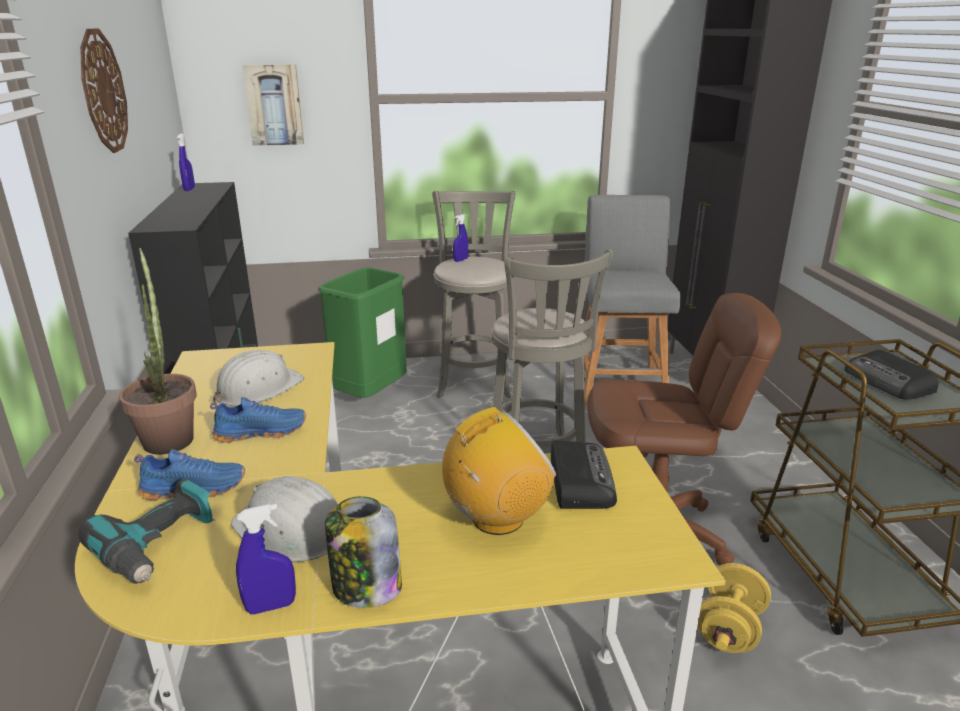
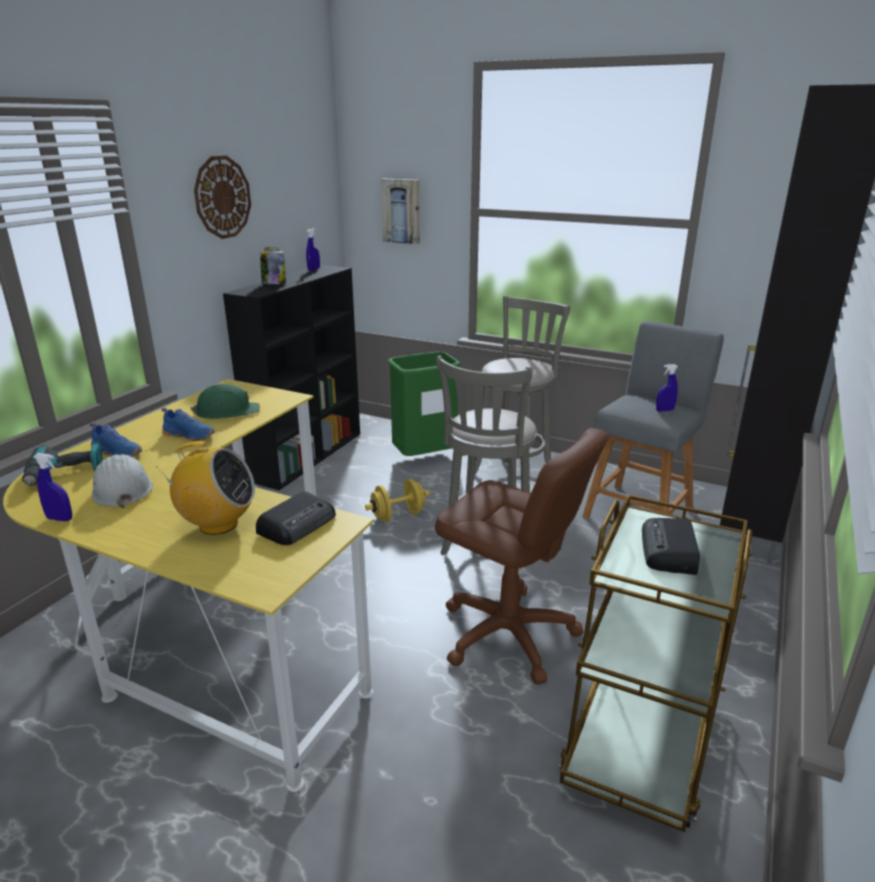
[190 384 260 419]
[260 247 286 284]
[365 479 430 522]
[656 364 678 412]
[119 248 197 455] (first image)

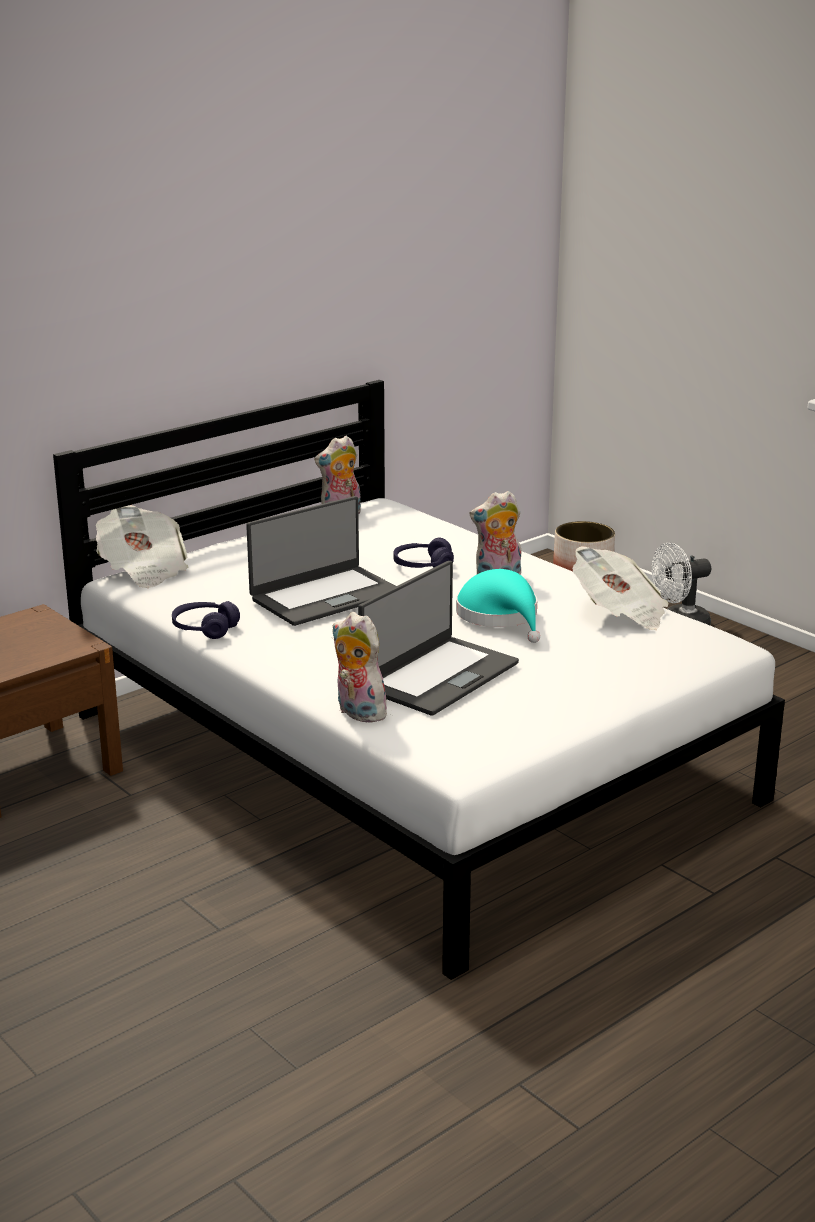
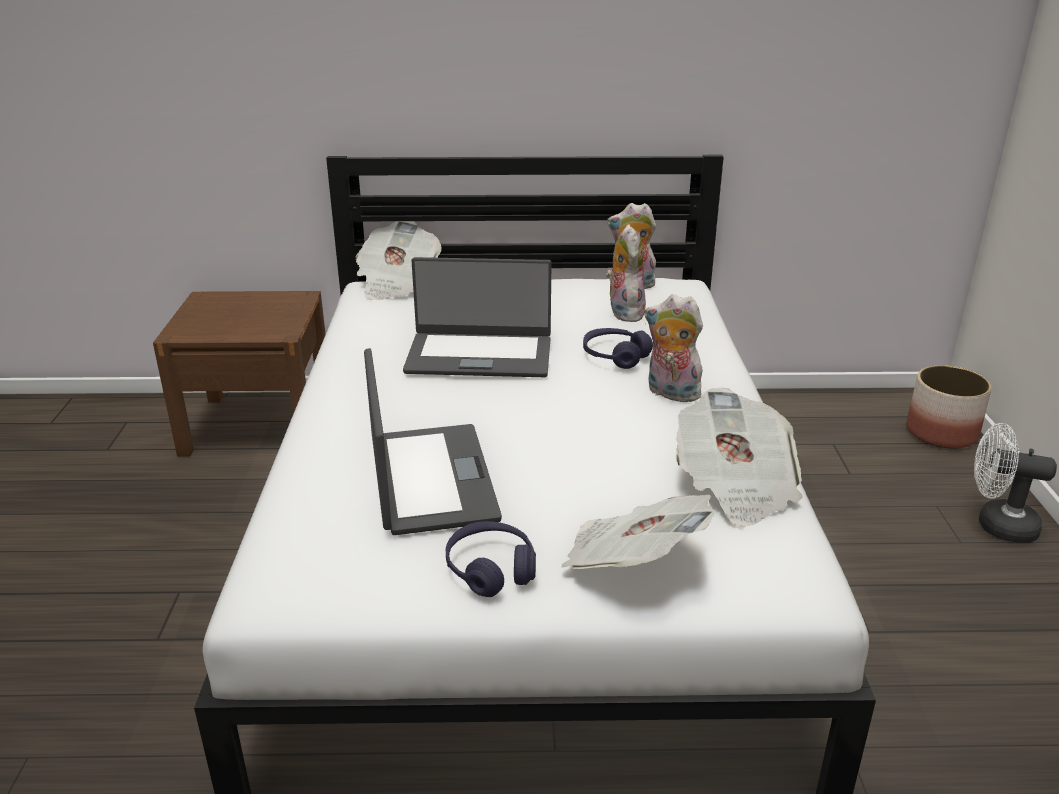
[364 348 502 535]
[446 521 536 597]
[561 495 714 569]
[606 224 646 322]
[456 569 540 643] (first image)

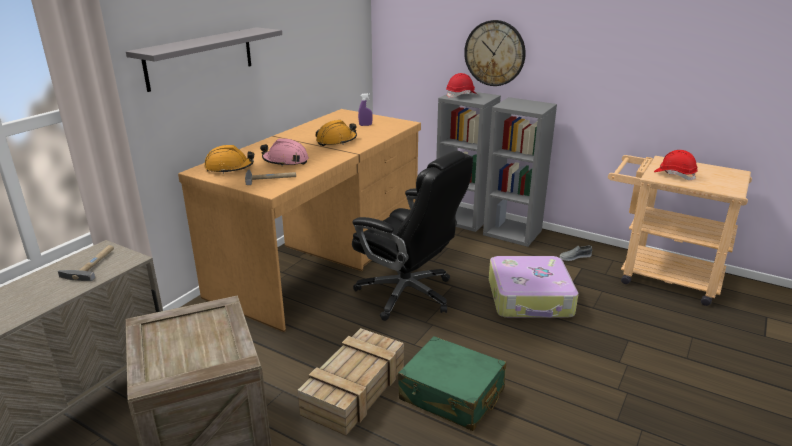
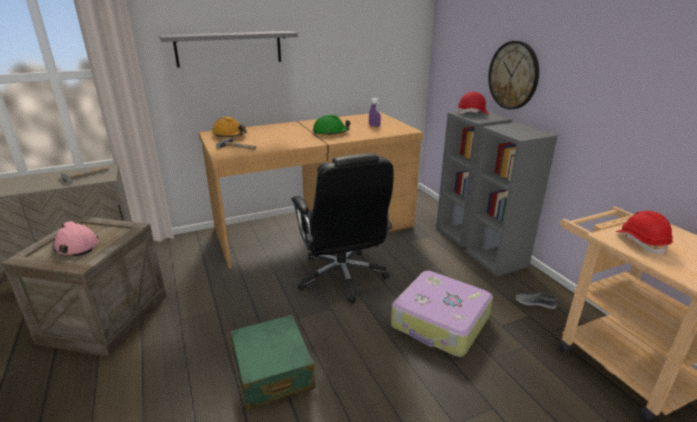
[53 221 98 256]
[313 115 351 136]
[298 328 404 436] (first image)

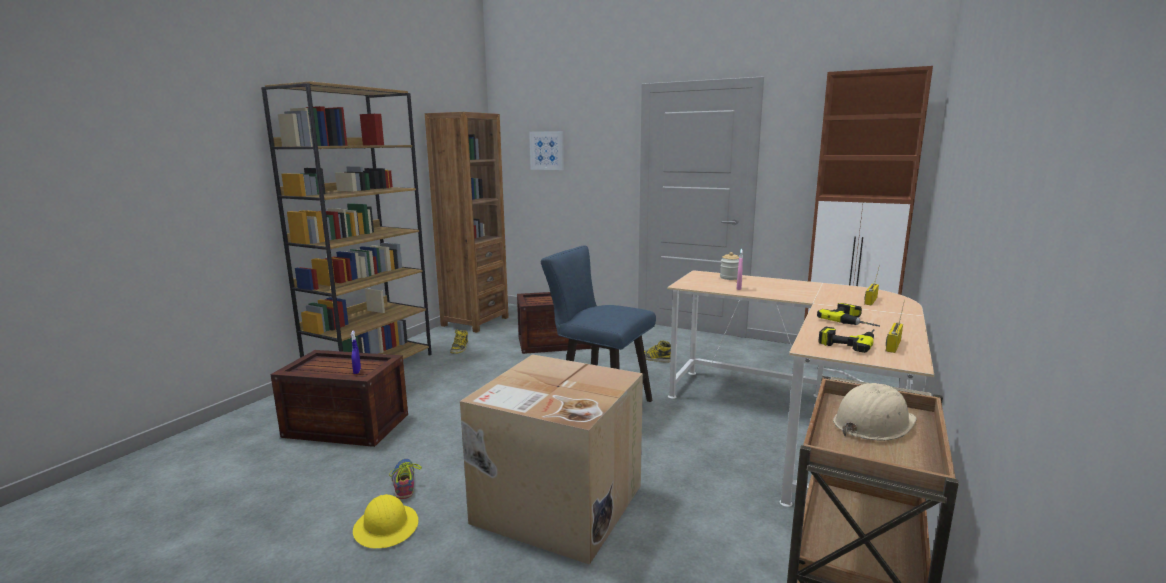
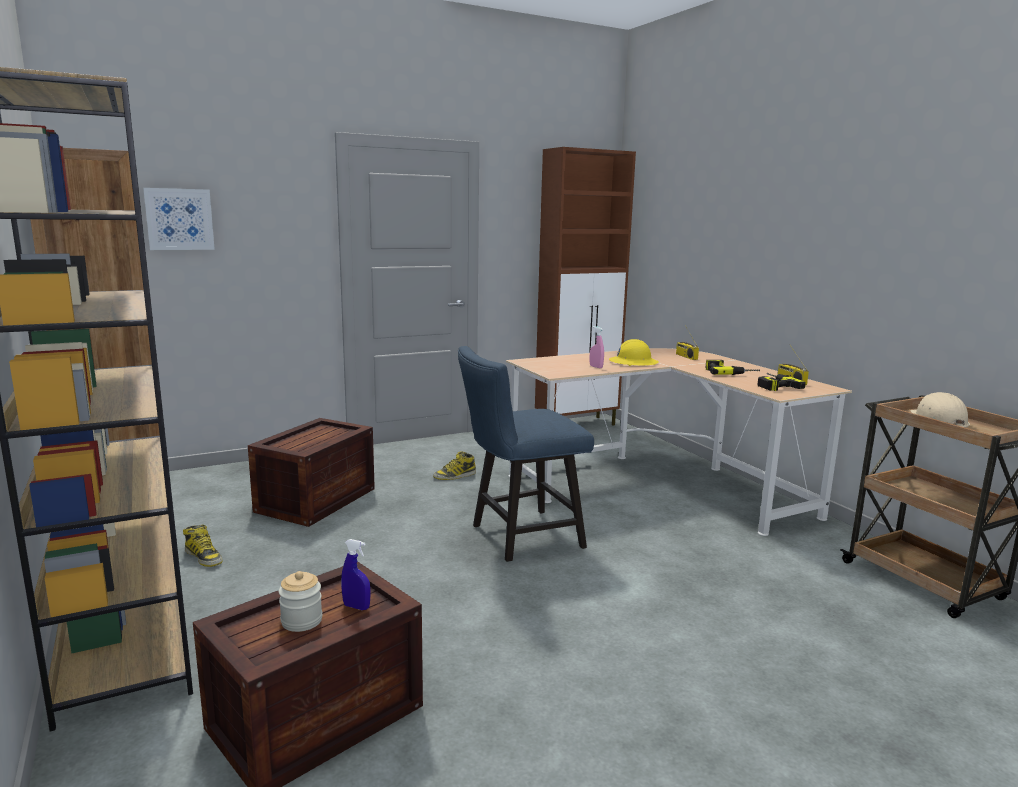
[279 571 322 632]
[609 339 659 366]
[389 459 422 499] (first image)
[460 354 643 565] (first image)

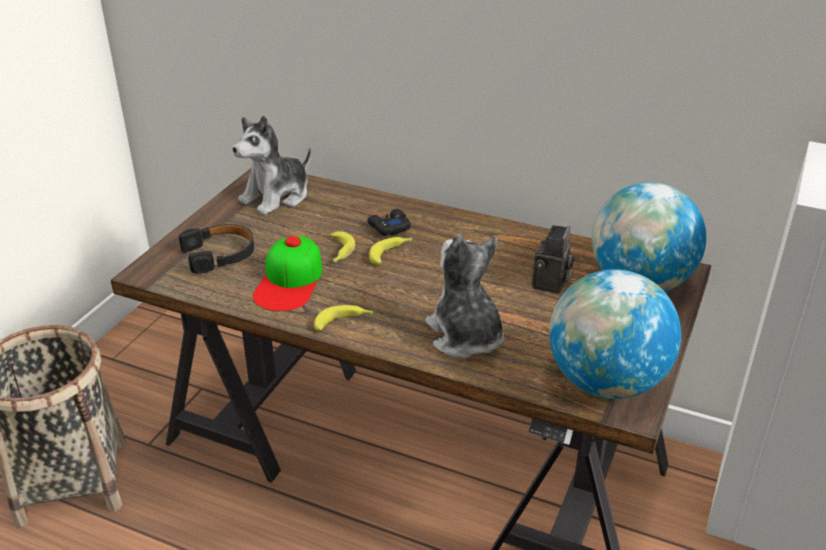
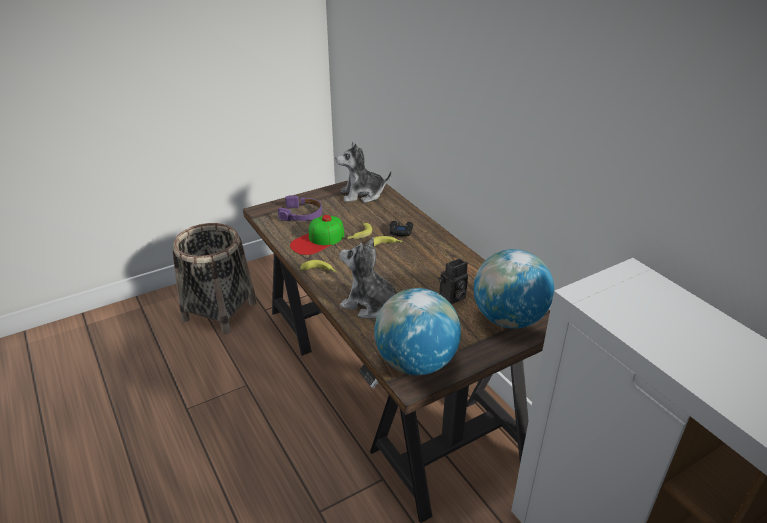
[278 195 322 221]
[340 237 397 319]

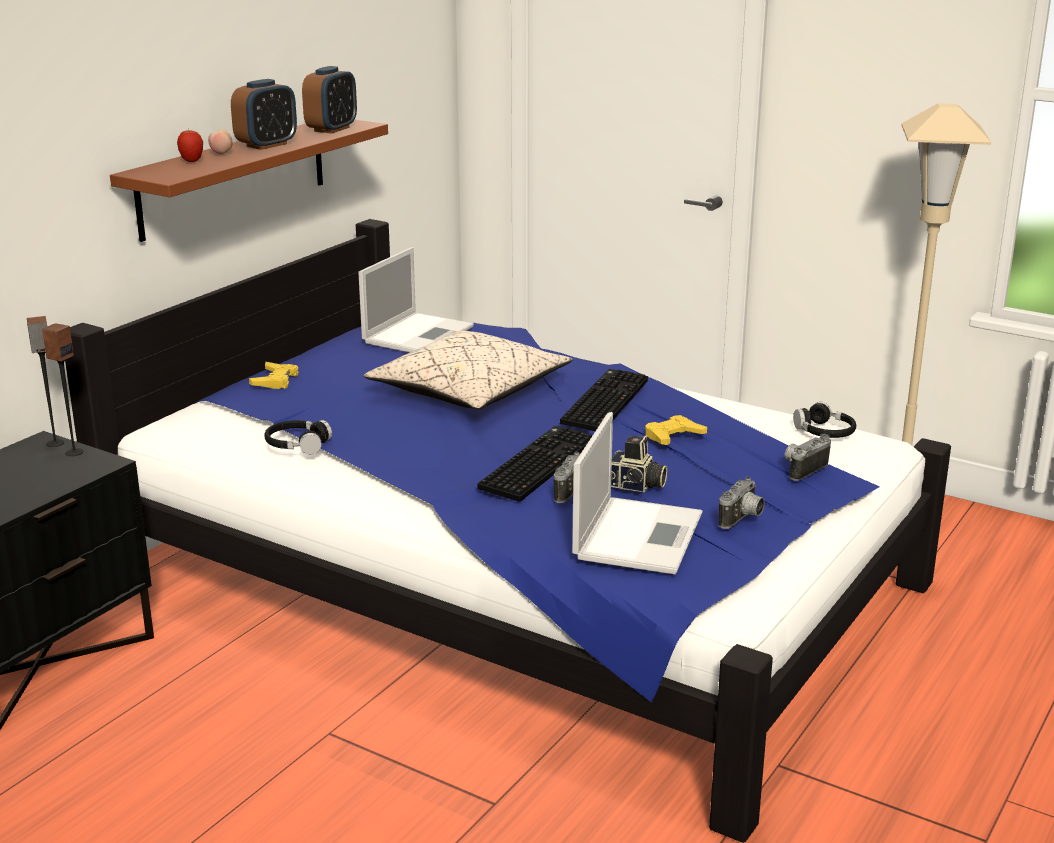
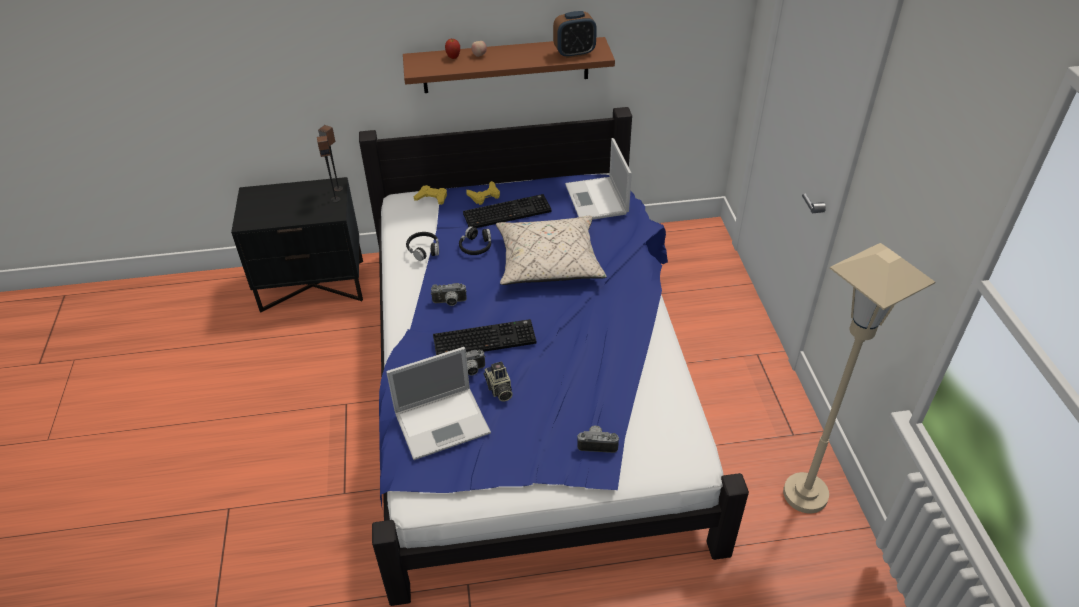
[414 185 447 205]
[431 283 467 306]
[459 226 491 255]
[463 194 552 228]
[565 138 632 220]
[231 79 297 150] (first image)

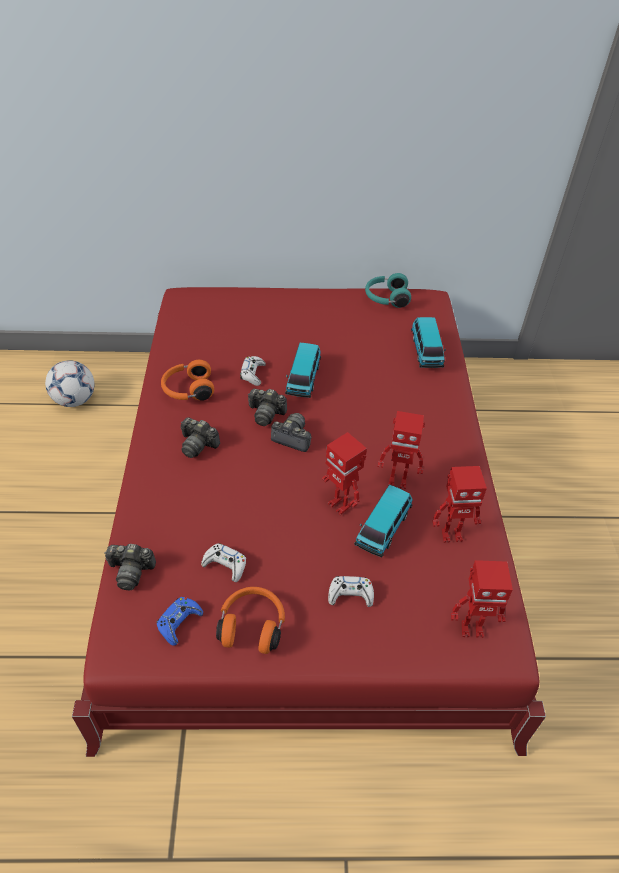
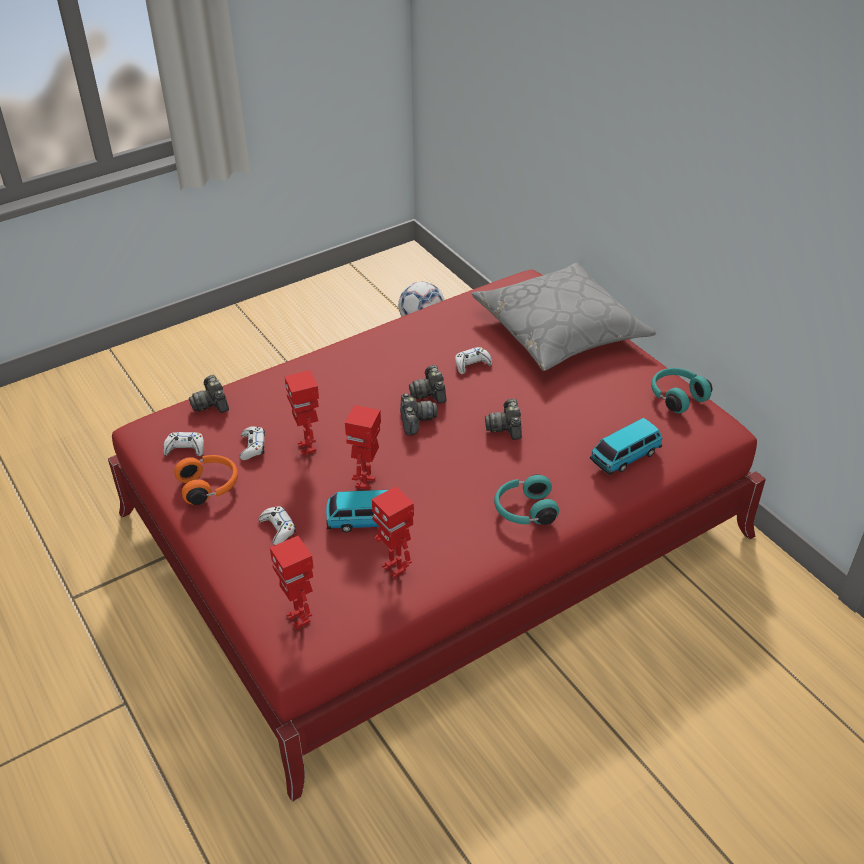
[163 432 204 456]
[284 370 319 455]
[472 263 656 371]
[485 399 522 440]
[494 474 559 525]
[161 360 214 401] (first image)
[285 343 321 398] (first image)

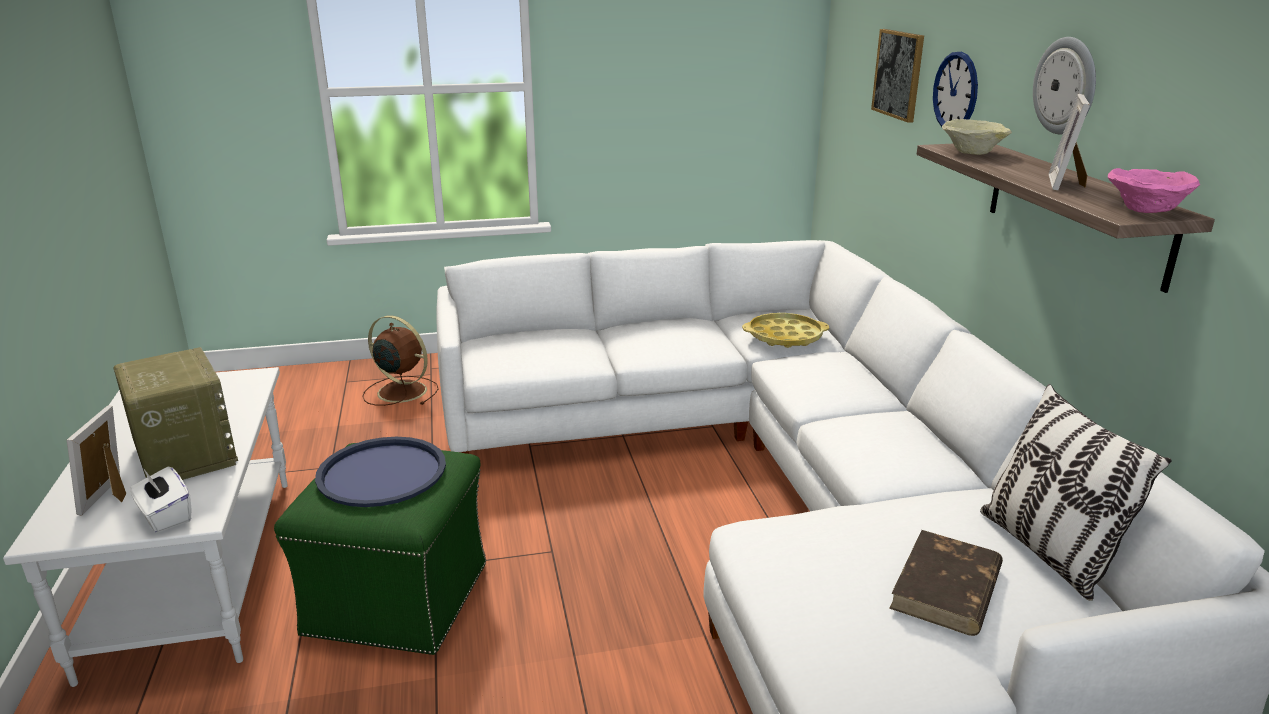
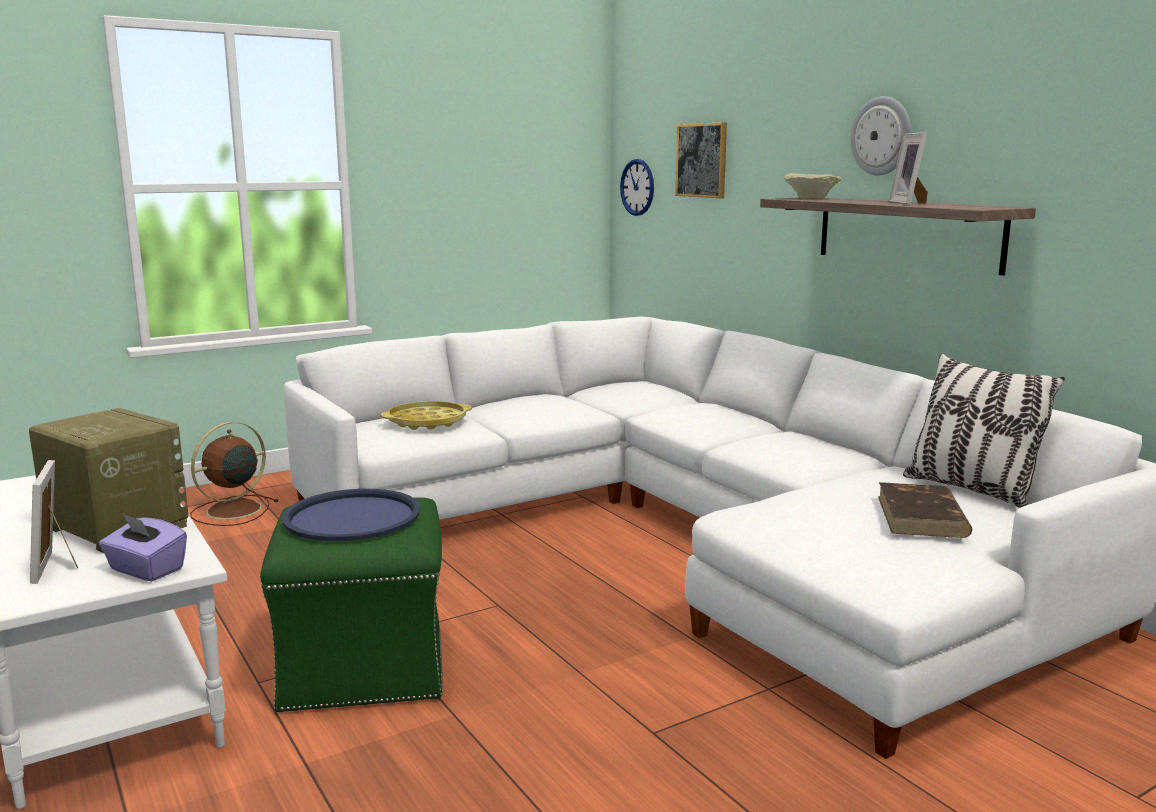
[99 514 187 581]
[190 422 279 526]
[381 401 472 430]
[620 159 654 216]
[1108 168 1200 213] (first image)

